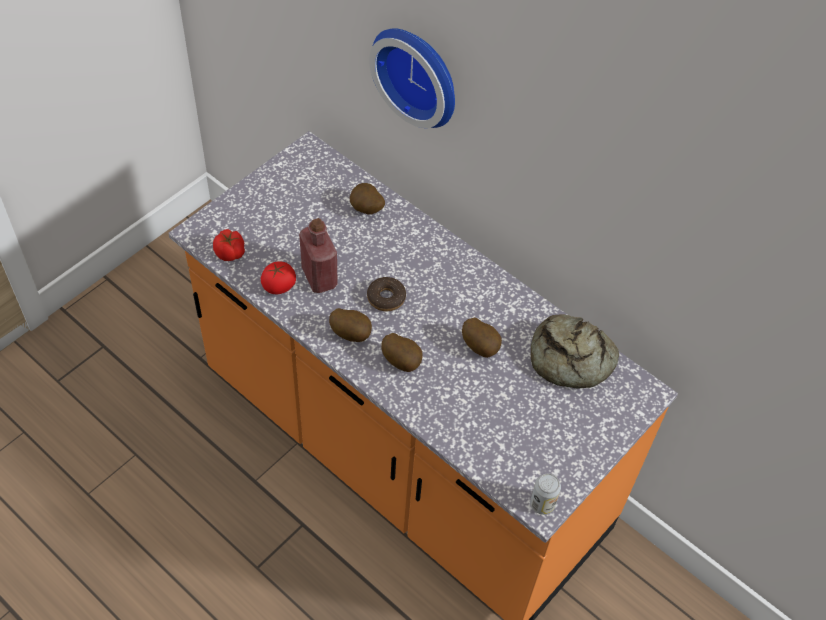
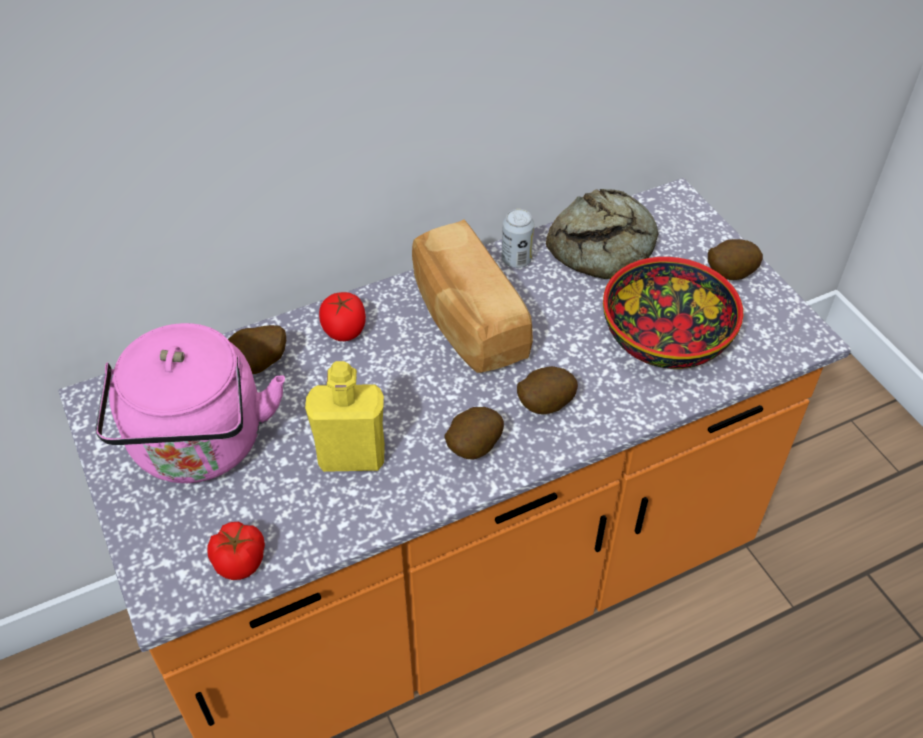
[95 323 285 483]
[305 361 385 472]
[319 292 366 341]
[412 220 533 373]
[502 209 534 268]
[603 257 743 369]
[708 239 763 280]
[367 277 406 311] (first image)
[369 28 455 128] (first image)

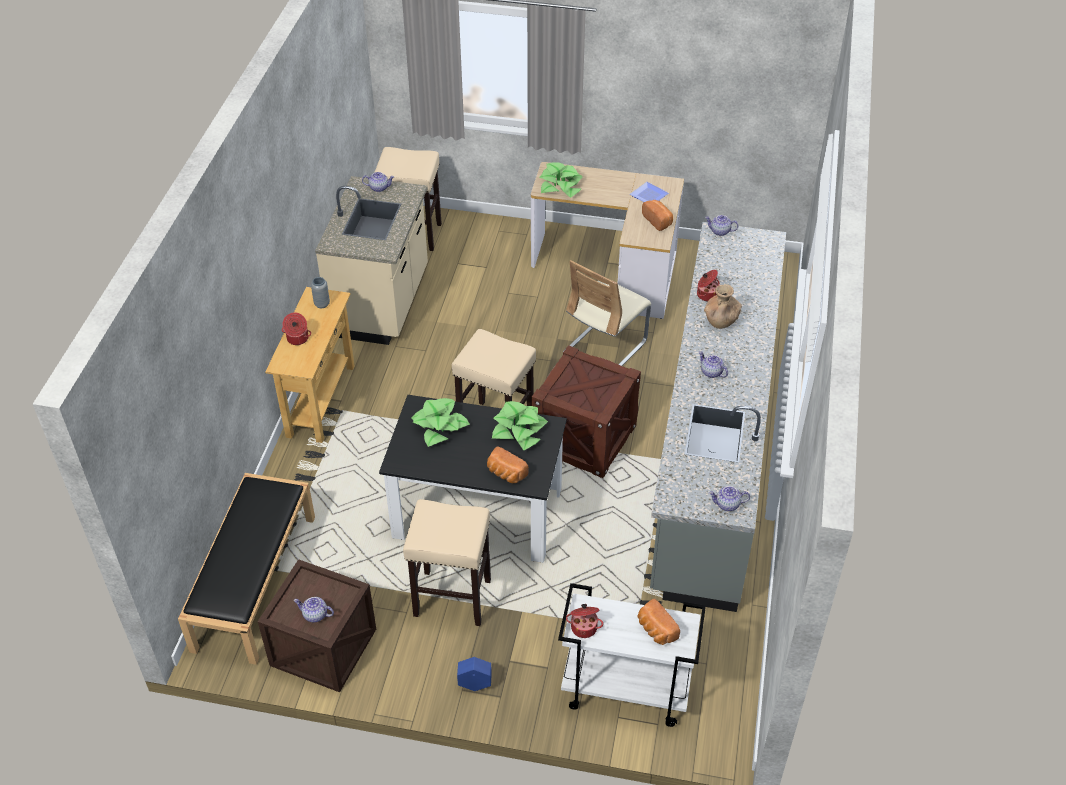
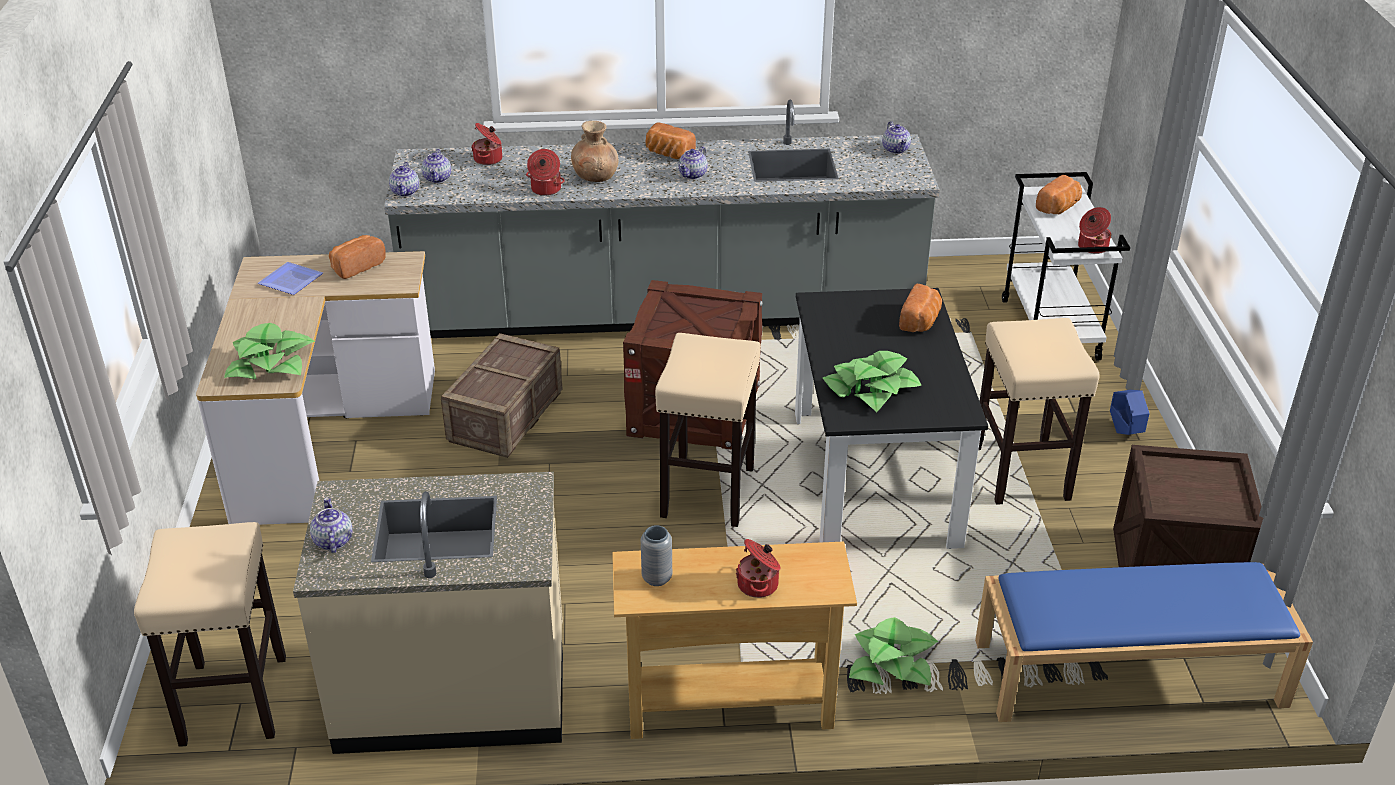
[421 149 451 183]
[441 333 562 458]
[471 123 502 165]
[645 123 696 159]
[849 617 938 686]
[975 562 1313 722]

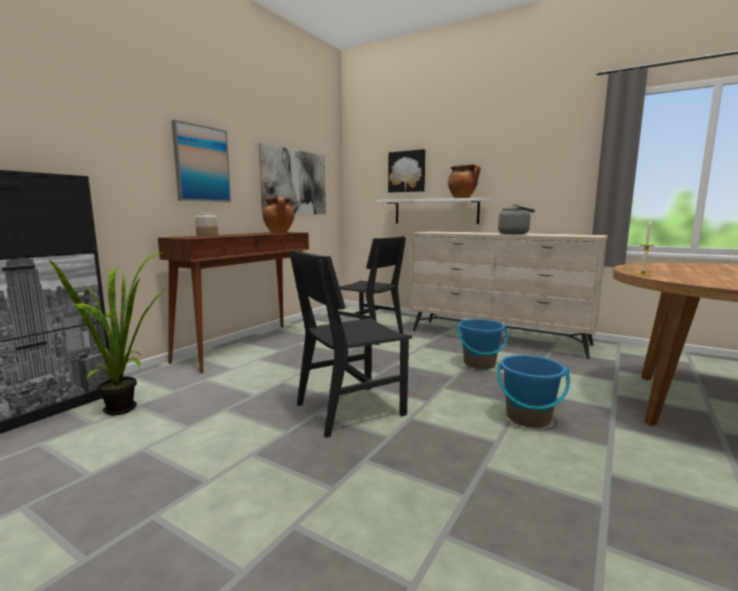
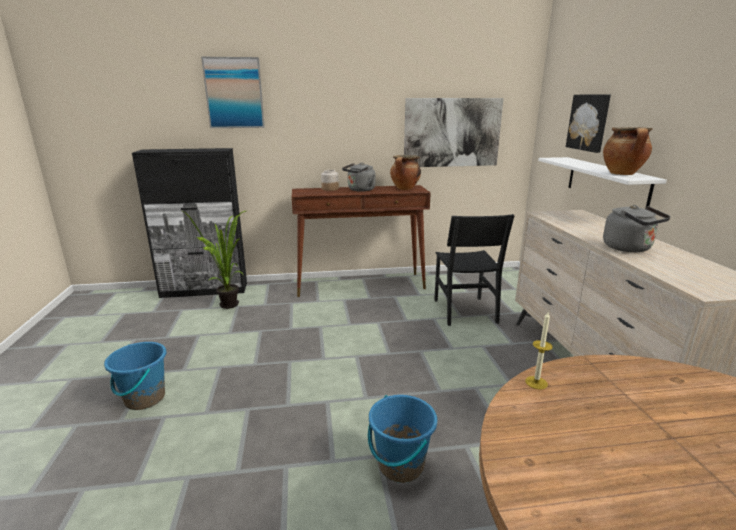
[104 342 166 410]
[201 57 265 128]
[342 163 375 192]
[290 249 412 438] (first image)

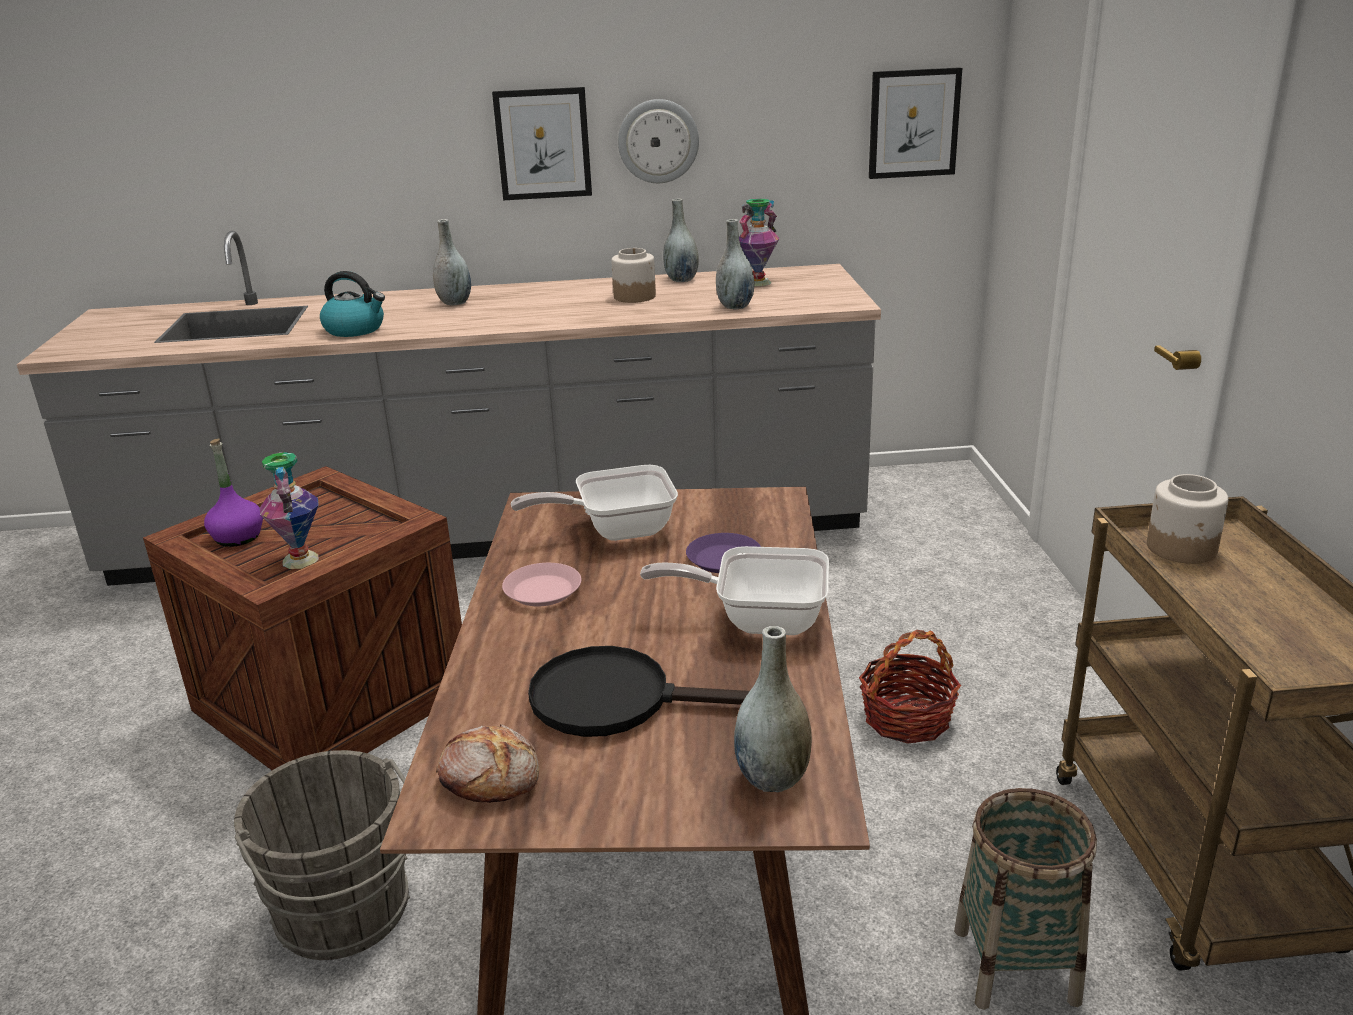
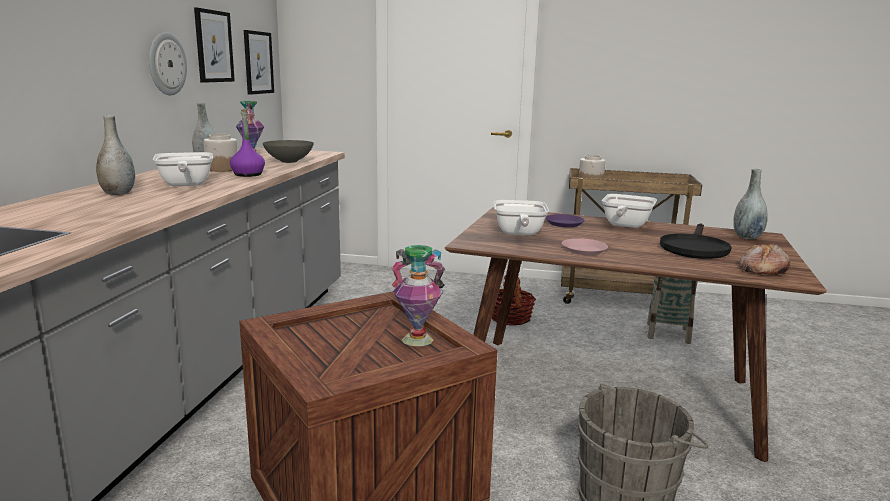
[153 152 213 186]
[194 7 235 83]
[230 109 265 177]
[263 140 314 163]
[320 271 385 337] (first image)

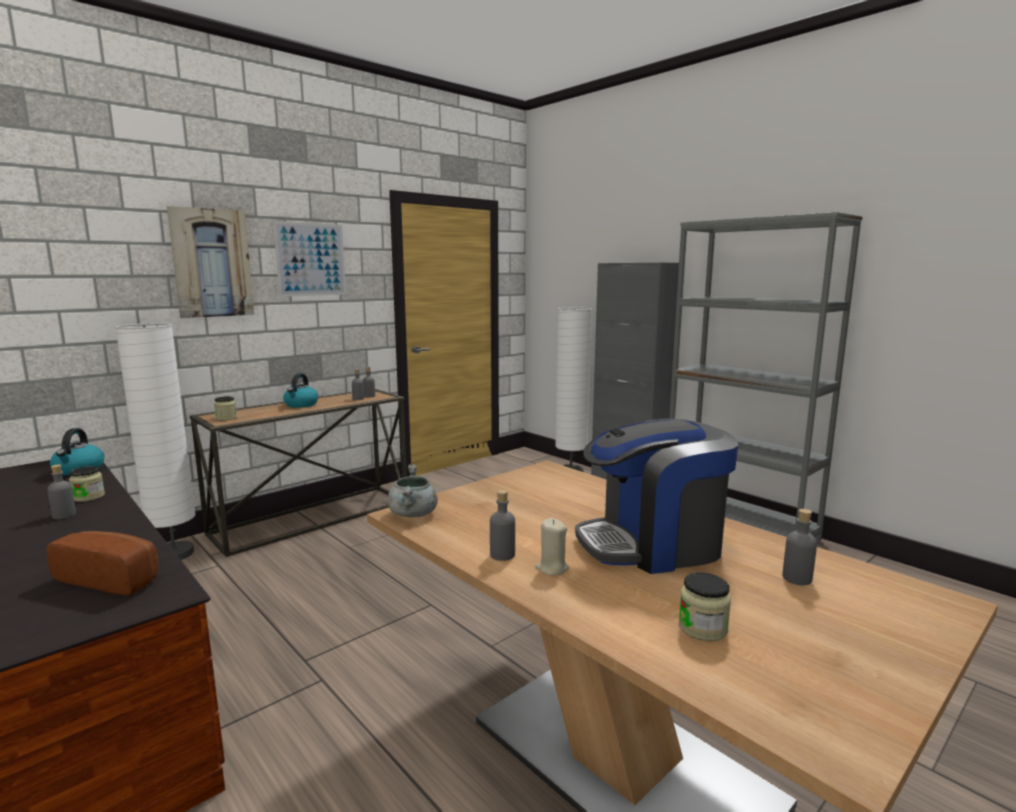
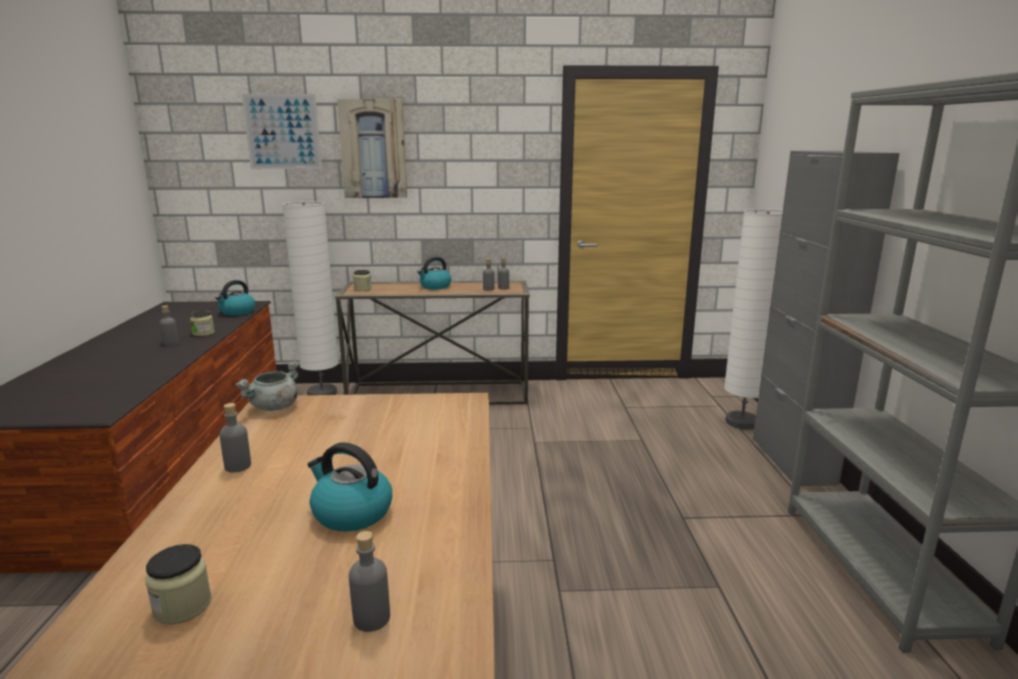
[242 94 322 169]
[307 442 392 532]
[47 531 159 596] (first image)
[535 518 569 575] (first image)

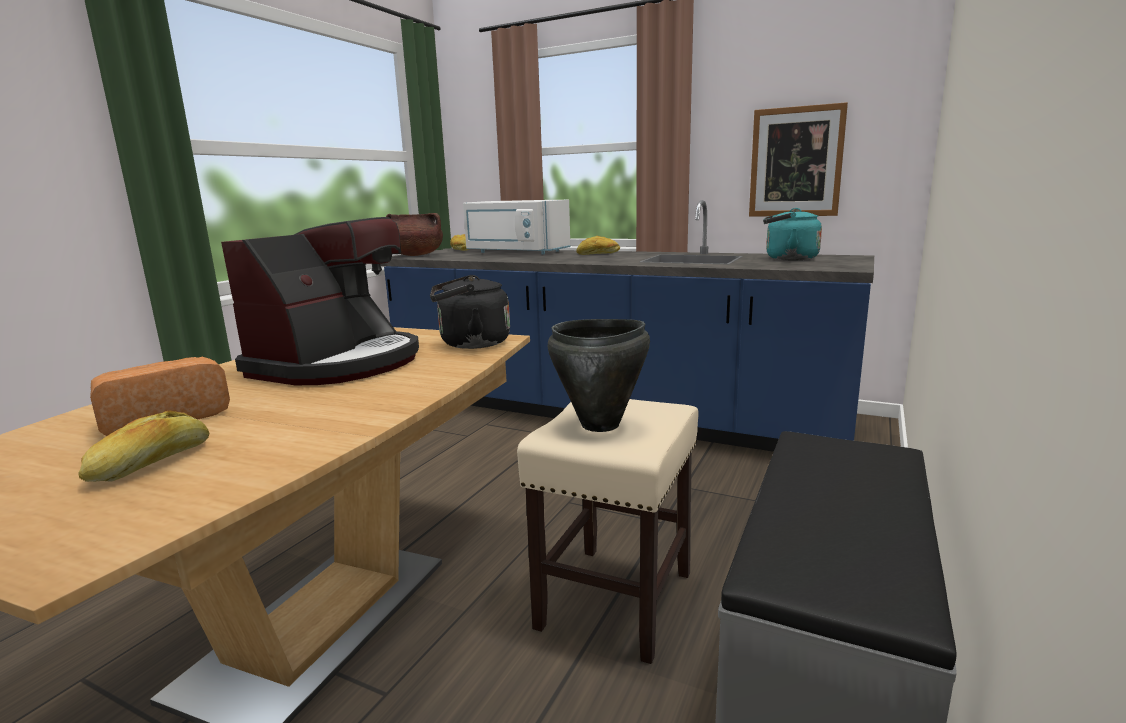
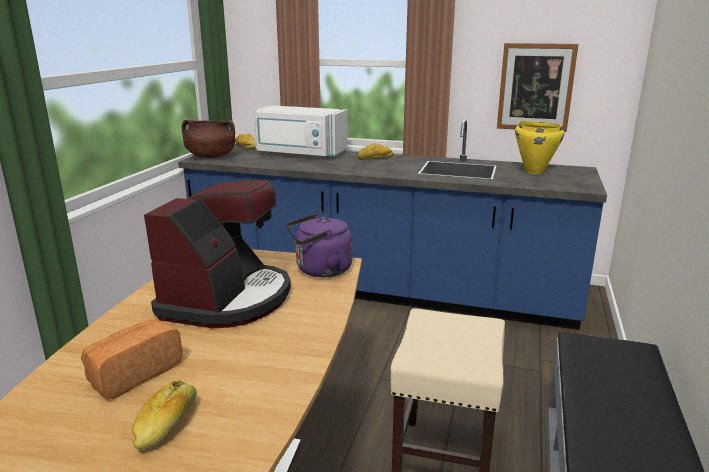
[287 213 353 277]
[515 121 564 174]
[548 319 650 432] (first image)

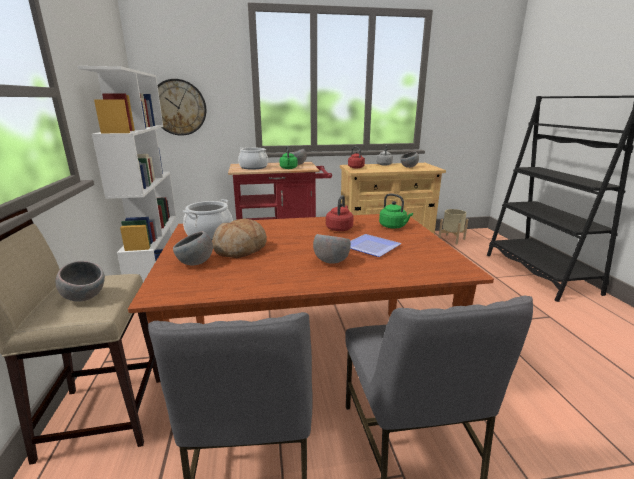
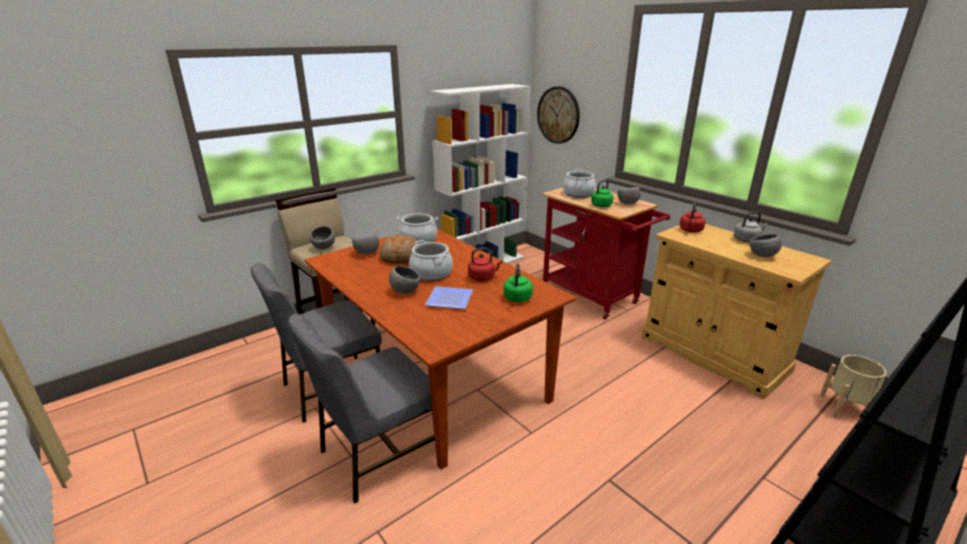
[409 240 453 281]

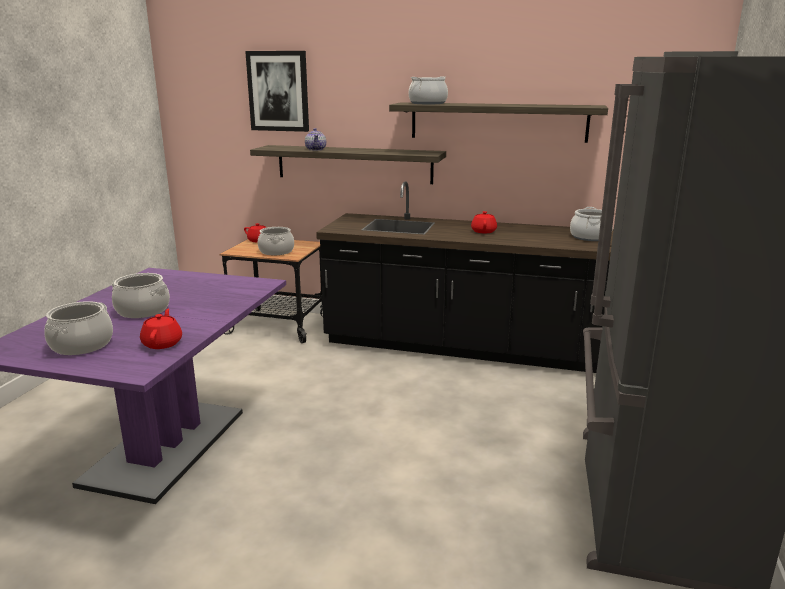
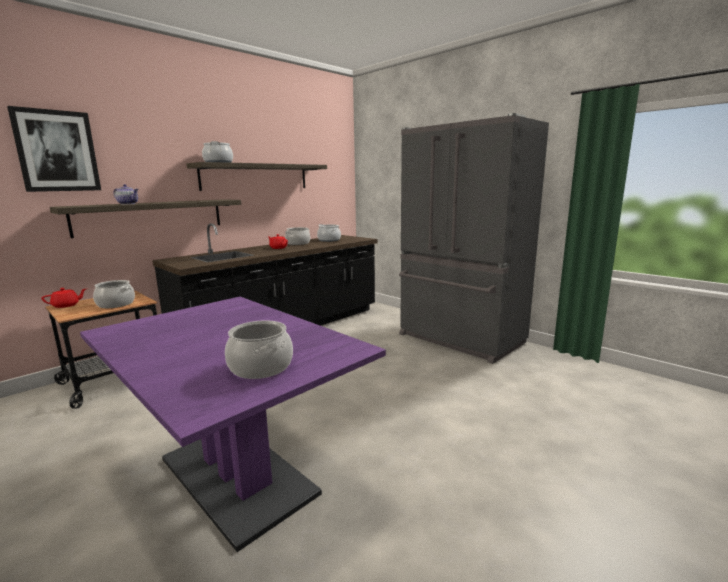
[285 227 310 245]
[140 309 182 349] (first image)

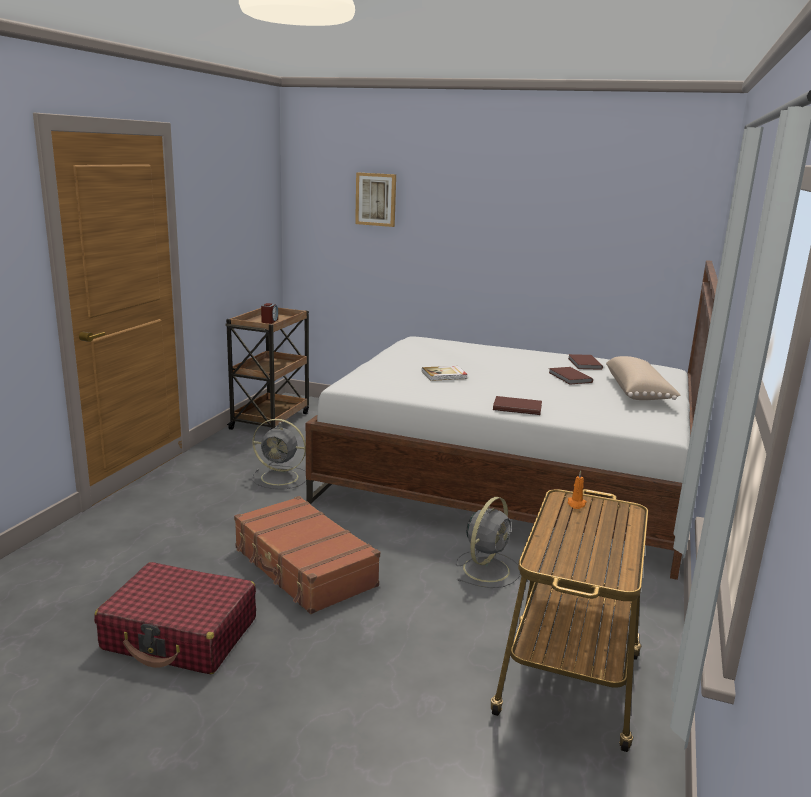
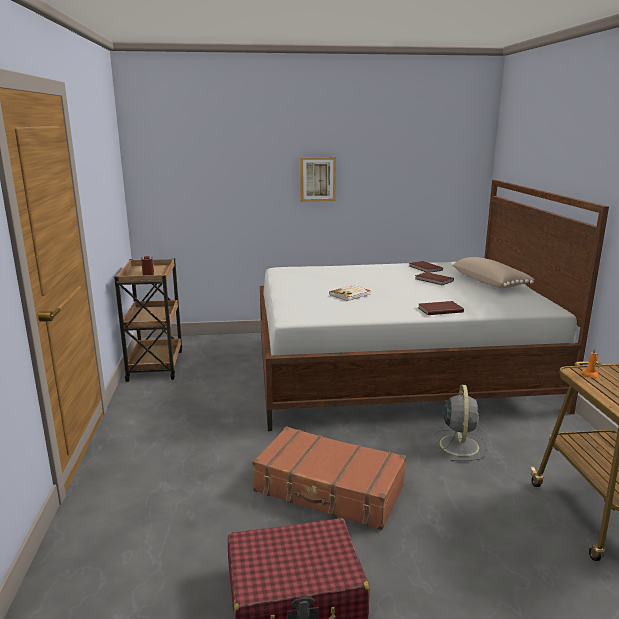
[300 157 336 202]
[252 419 306 489] (first image)

